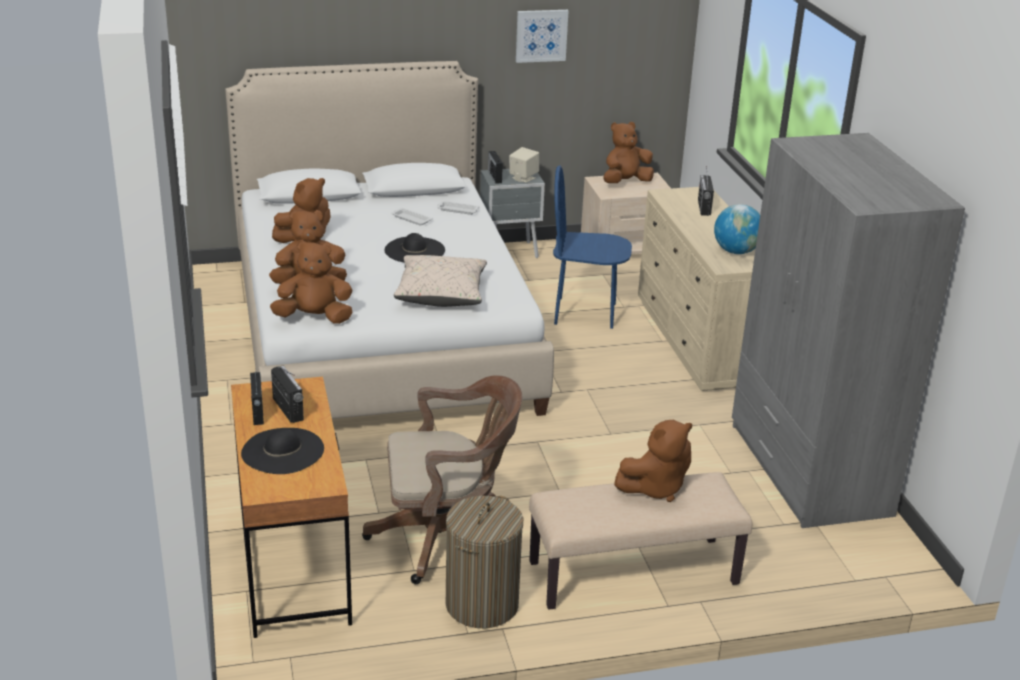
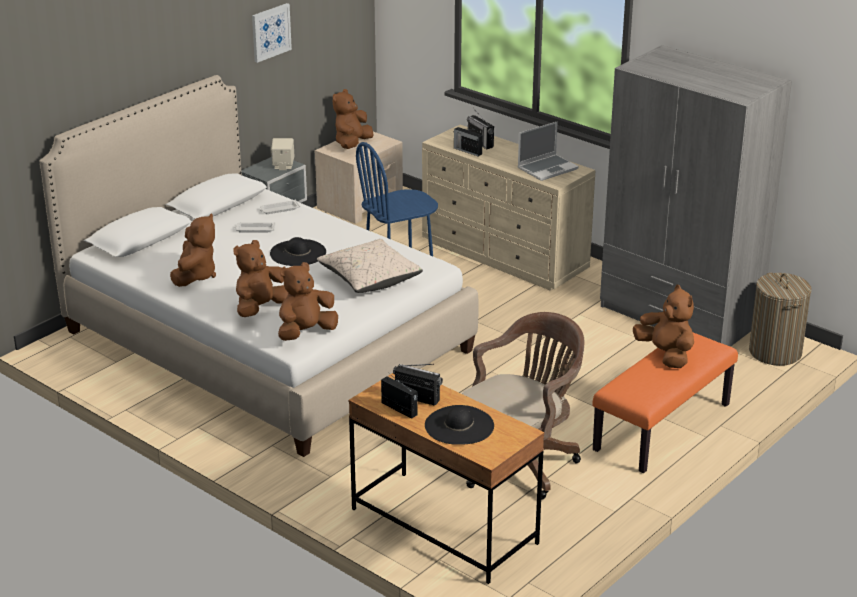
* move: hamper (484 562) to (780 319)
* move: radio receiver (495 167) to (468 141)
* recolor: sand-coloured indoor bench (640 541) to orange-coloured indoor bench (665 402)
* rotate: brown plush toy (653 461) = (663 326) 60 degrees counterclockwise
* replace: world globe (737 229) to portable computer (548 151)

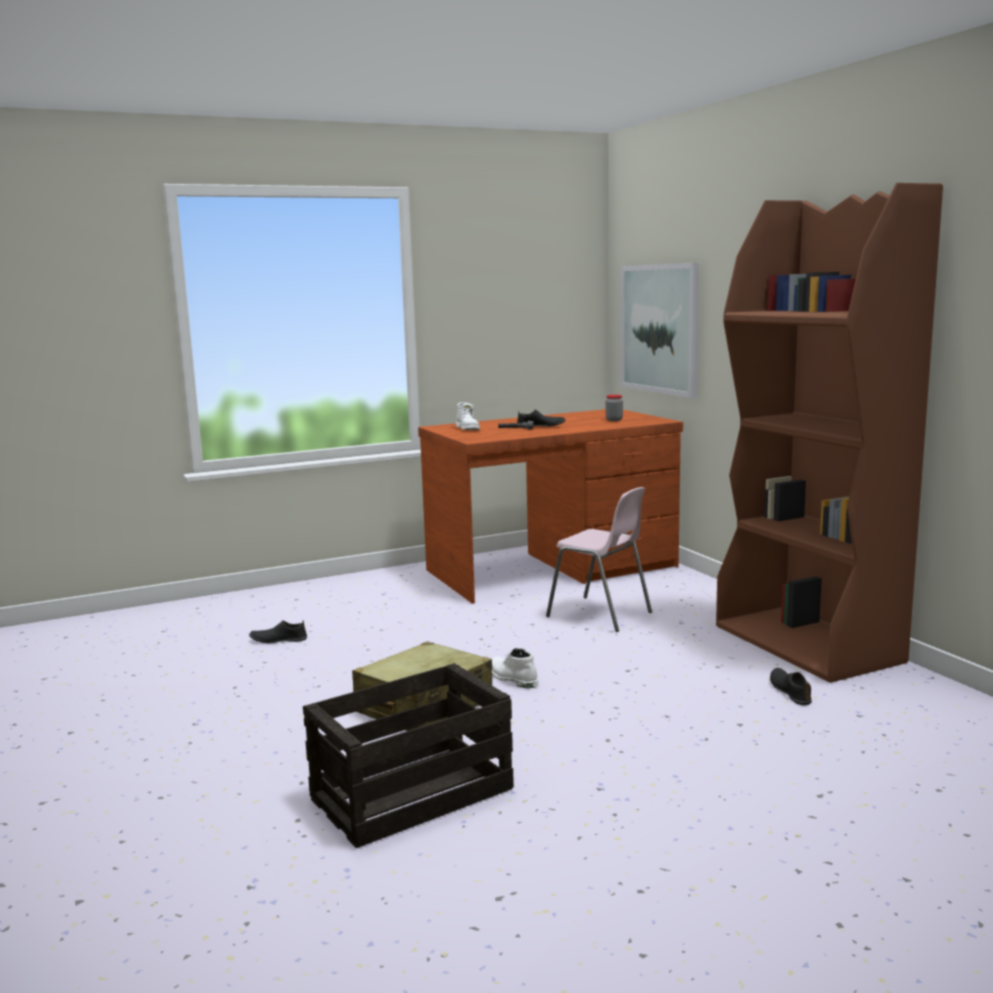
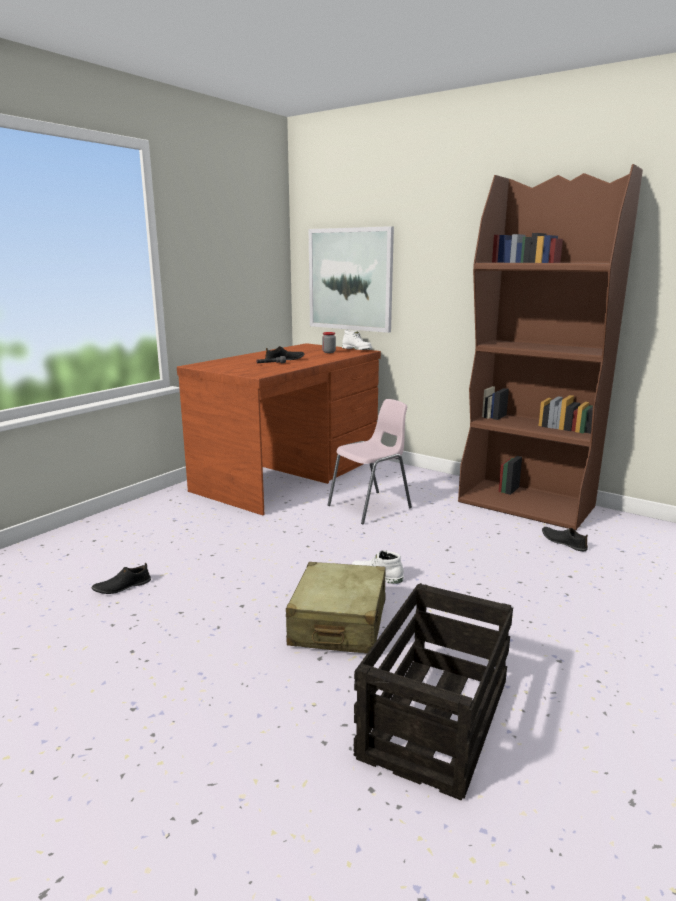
* move: whitish high-top boot (468 416) to (357 340)
* rotate: pinkish plain chair (599 559) = (370 461) 45 degrees counterclockwise

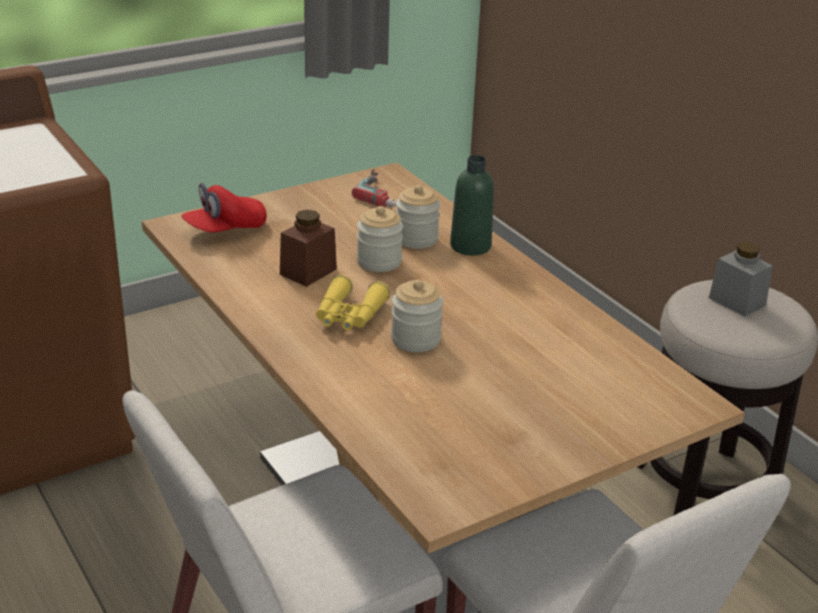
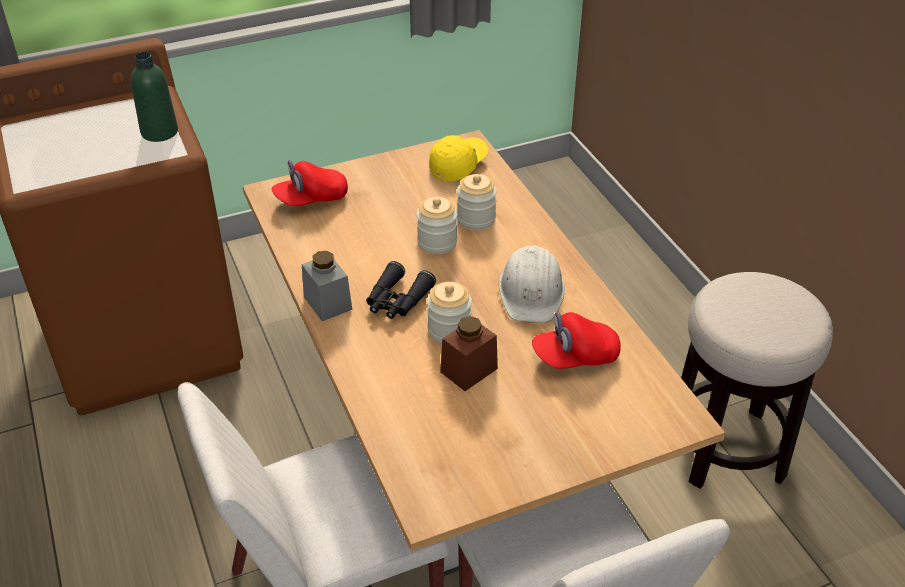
* move: brown storage jar (308 248) to (469 353)
* recolor: yellowish pair of binoculars (353 302) to black-coloured pair of binoculars (401 290)
* replace: electric drill (374 188) to yellowish peaked cap (458 158)
* move: greenish drink bottle (472 205) to (154 97)
* move: grey storage jar (741 279) to (327 286)
* insert: whitish hard hat (532 284)
* insert: red peaked cap (576 340)

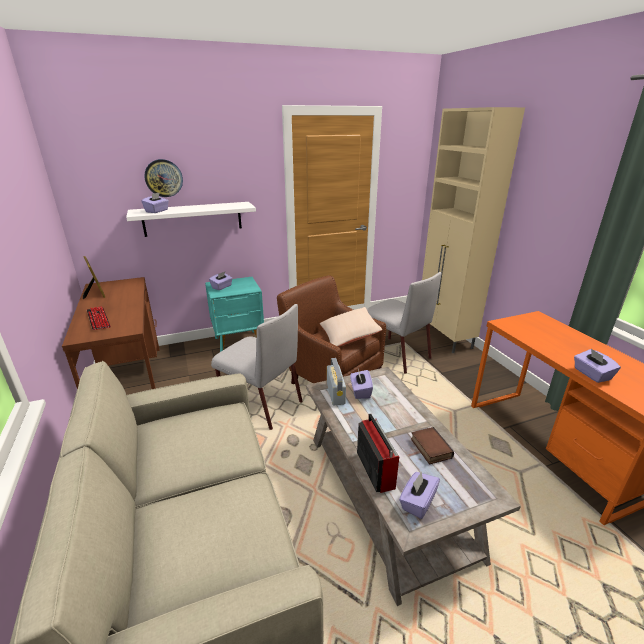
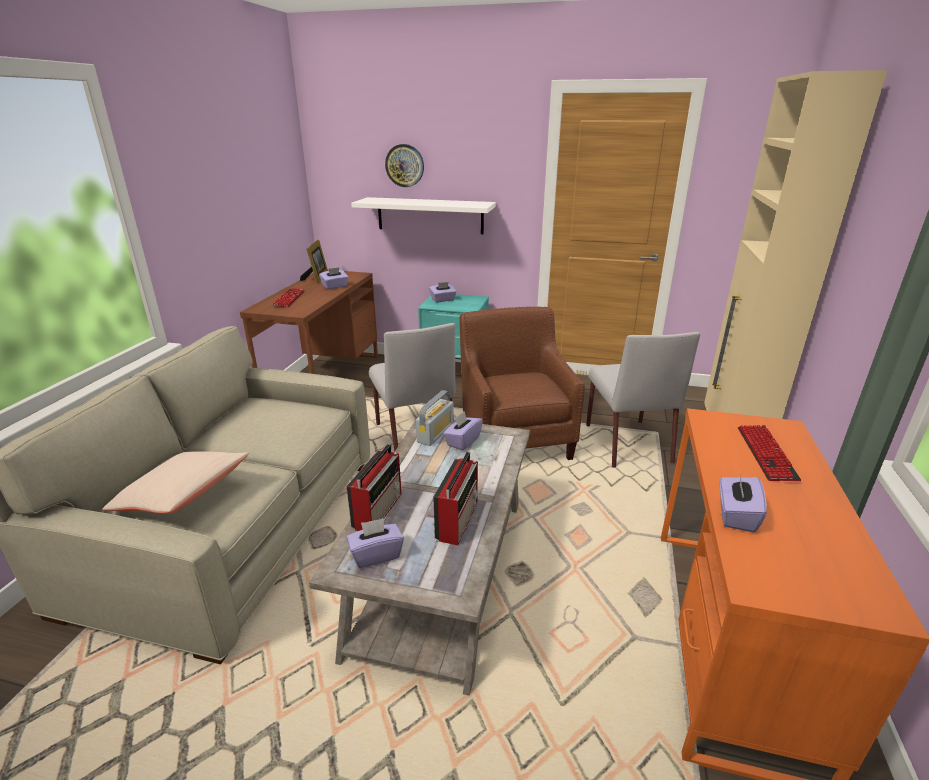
* move: purplish tissue holder (155 202) to (334 278)
* move: sand-coloured cushion (351 327) to (176 482)
* replace: bound book (432 445) to radio receiver (455 498)
* insert: PC keyboard (769 453)

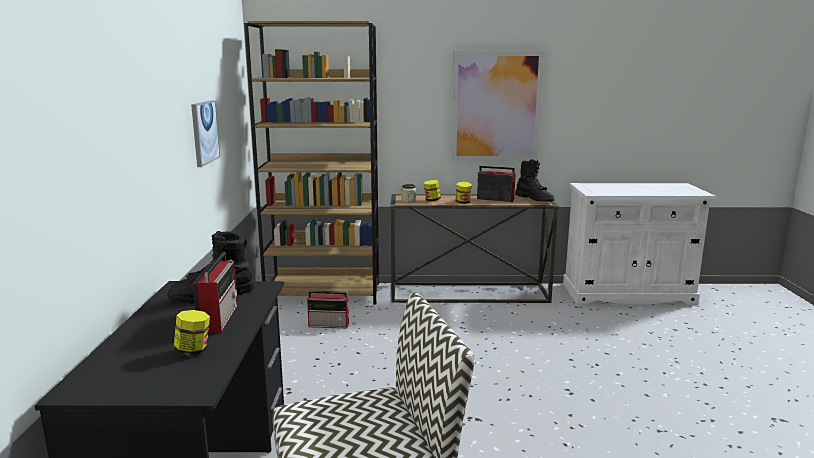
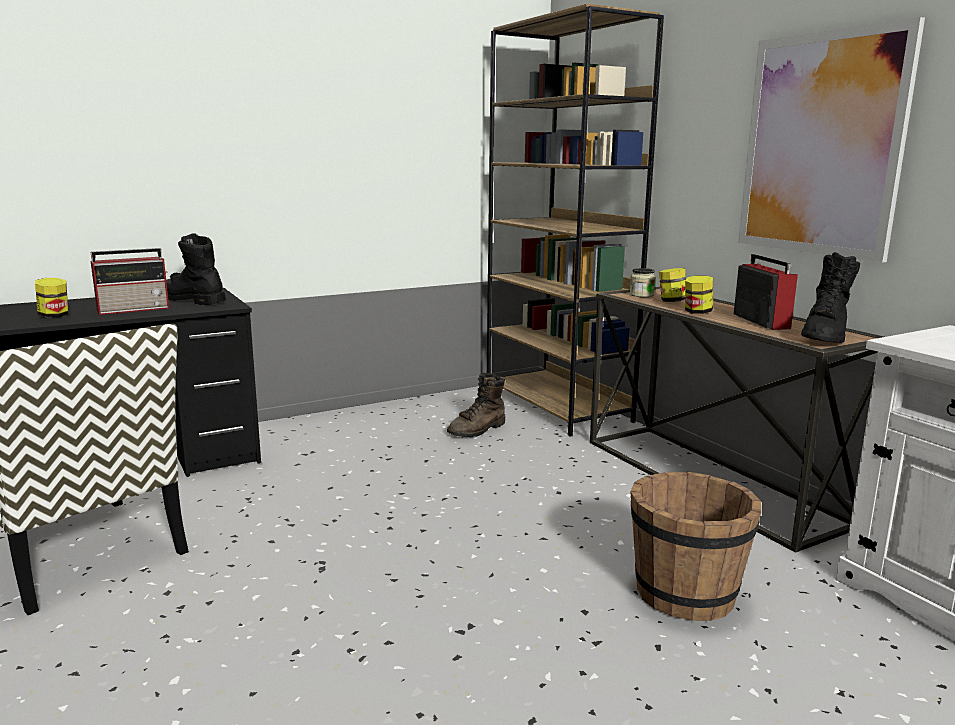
* delete: picture (205 133)
* replace: radio receiver (328 309) to brown high-top boot (476 405)
* insert: brown bucket (695 546)

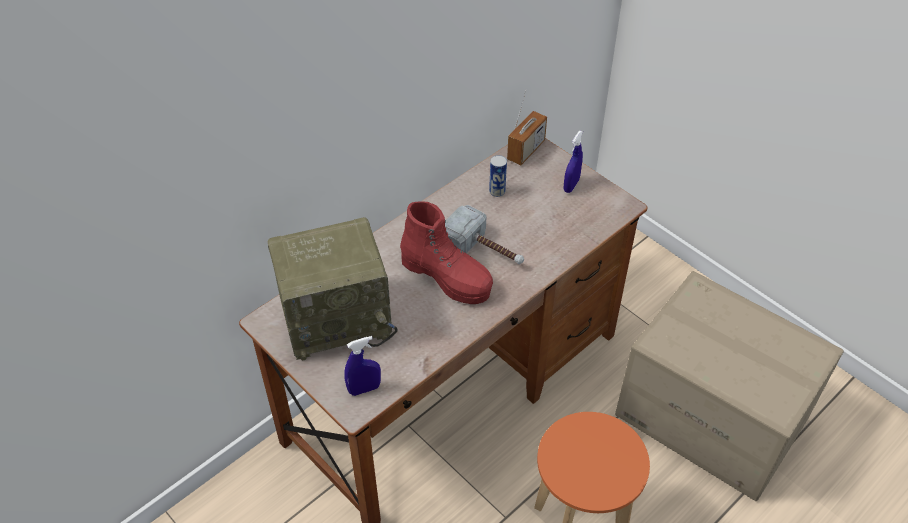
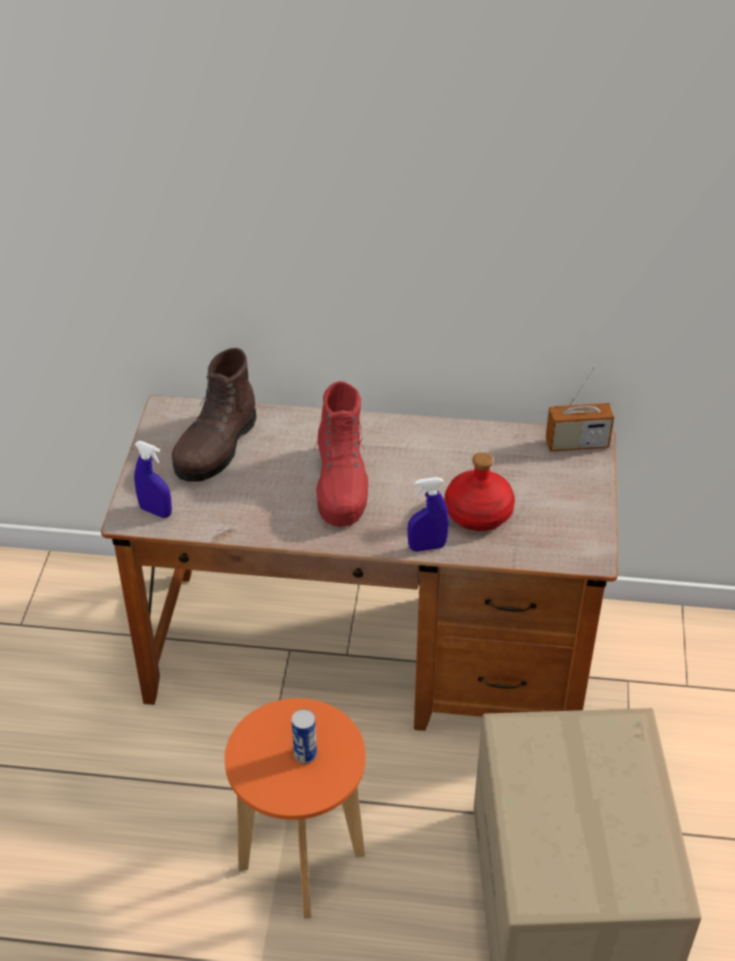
* replace: radio receiver (333 288) to brown high-top boot (214 415)
* delete: tool hammer (484 234)
* move: metal can (498 176) to (304 736)
* move: blue-coloured hand sprayer (573 162) to (428 514)
* insert: red drink bottle (480 491)

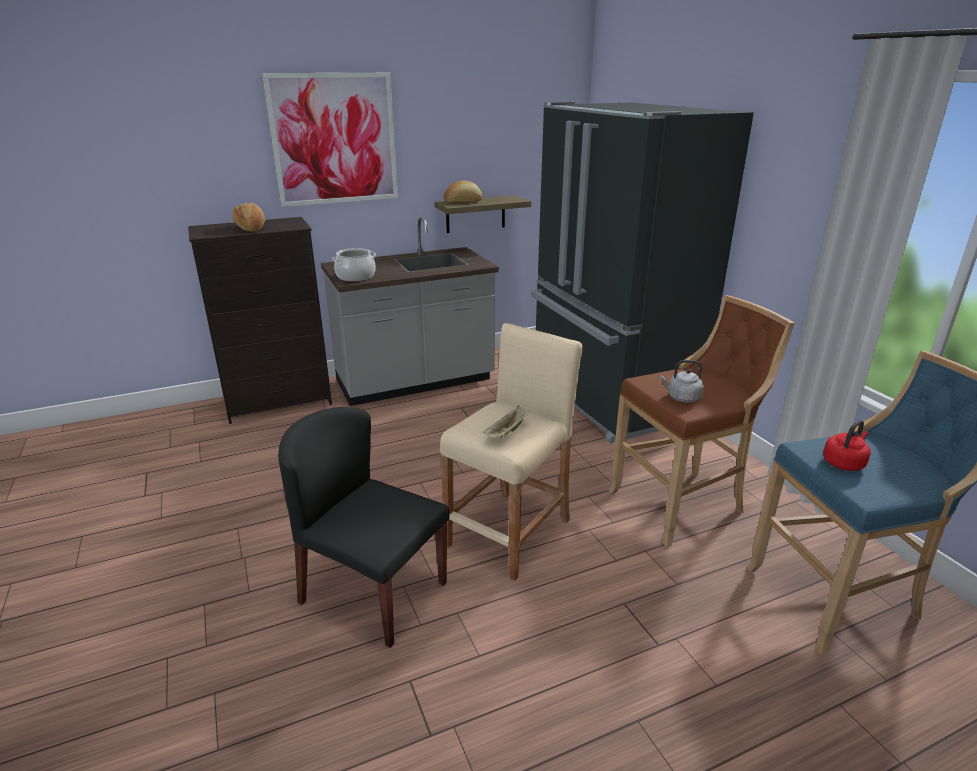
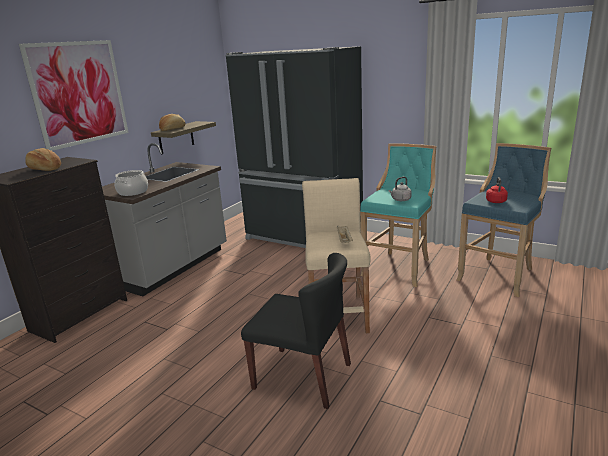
* rotate: black-coloured plain chair (363 527) = (296 331) 150 degrees counterclockwise
* recolor: brown stool seat (702 421) to blue-green stool seat (398 215)

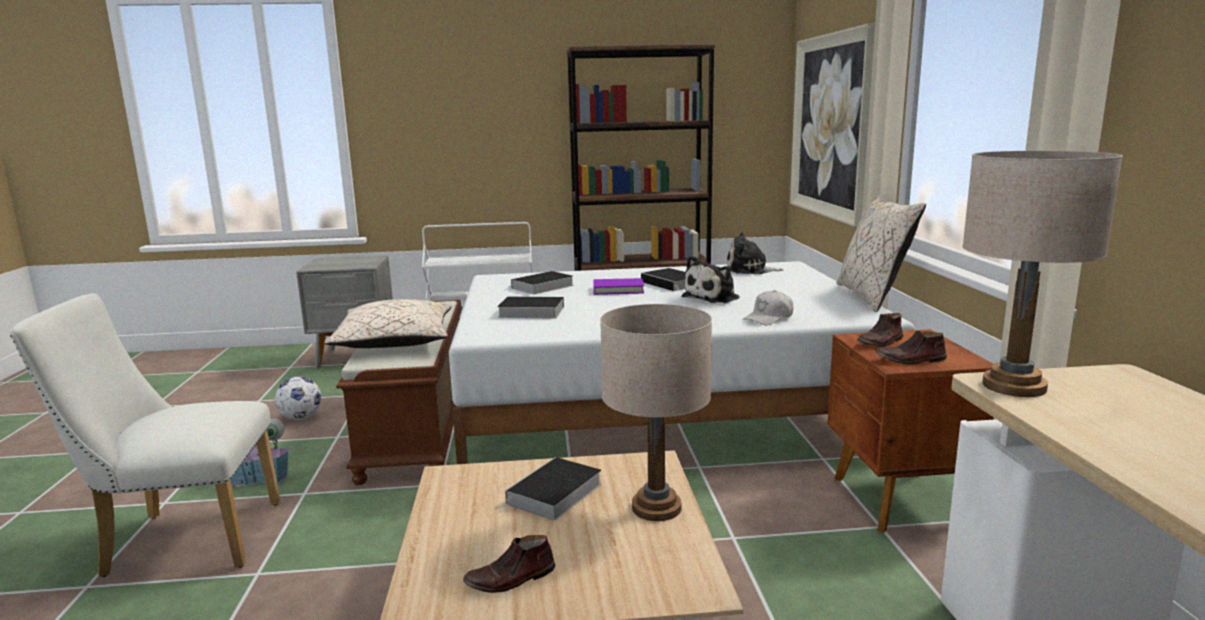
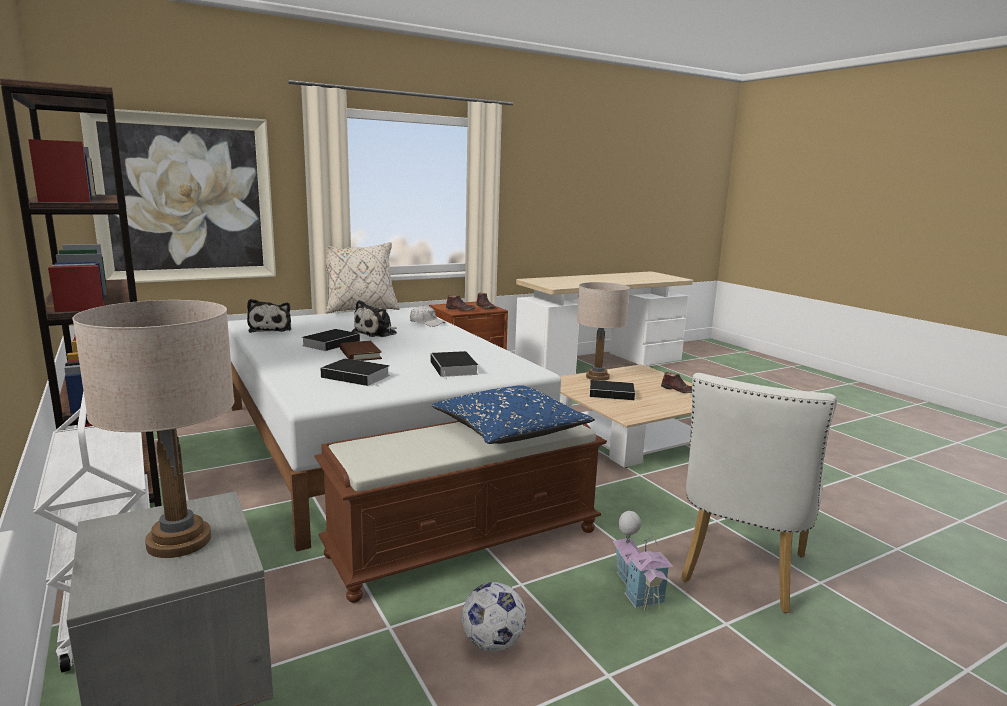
* rotate: whitish plain chair (145 435) = (758 493) 60 degrees clockwise
* recolor: sand-coloured cushion (387 323) to blue-coloured cushion (513 414)
* recolor: purplish bound book (618 286) to brown bound book (361 351)
* rotate: plush toy (711 279) = (374 318) 105 degrees clockwise
* move: sand-coloured tabletop lamp (1042 274) to (153 429)

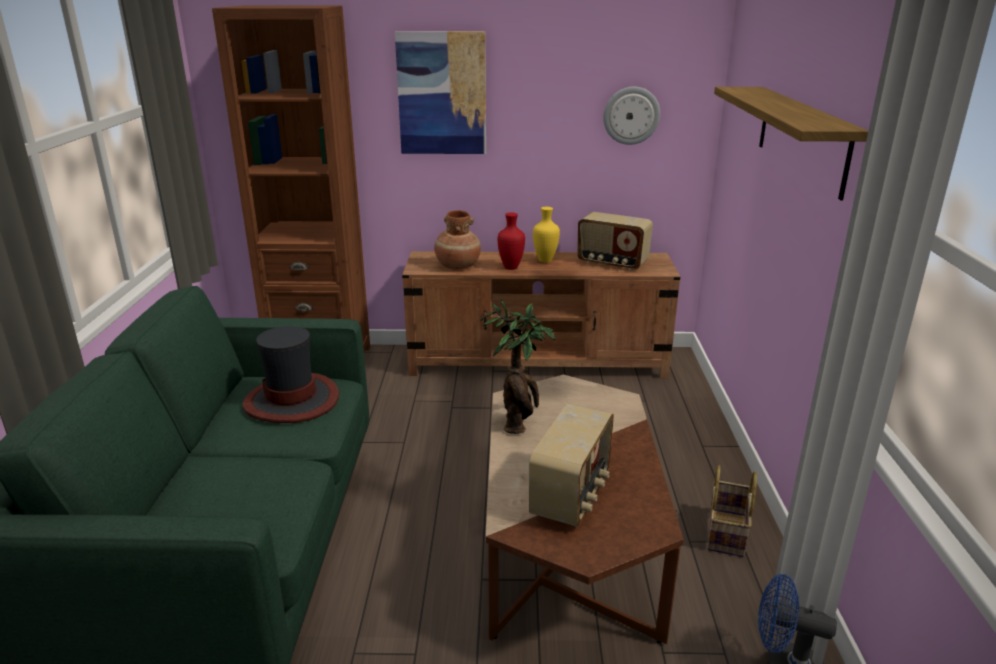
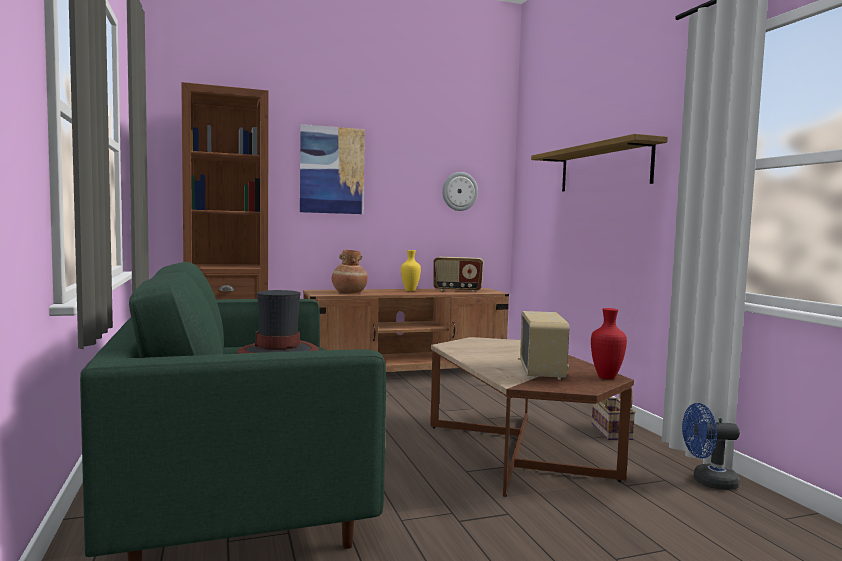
* delete: potted plant (517 366)
* move: red vase (511 241) to (609 343)

